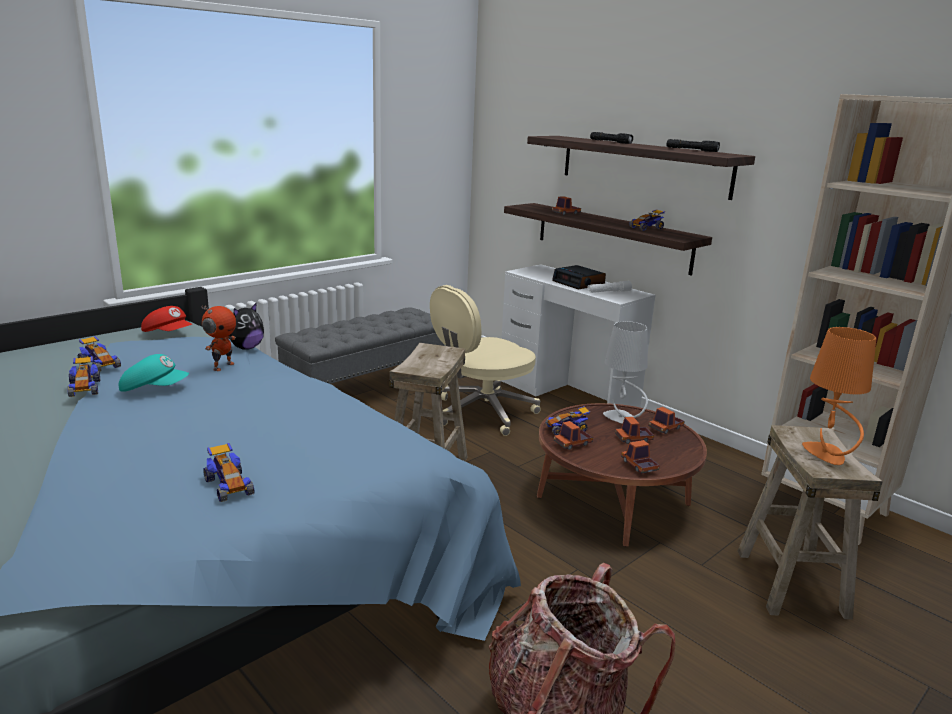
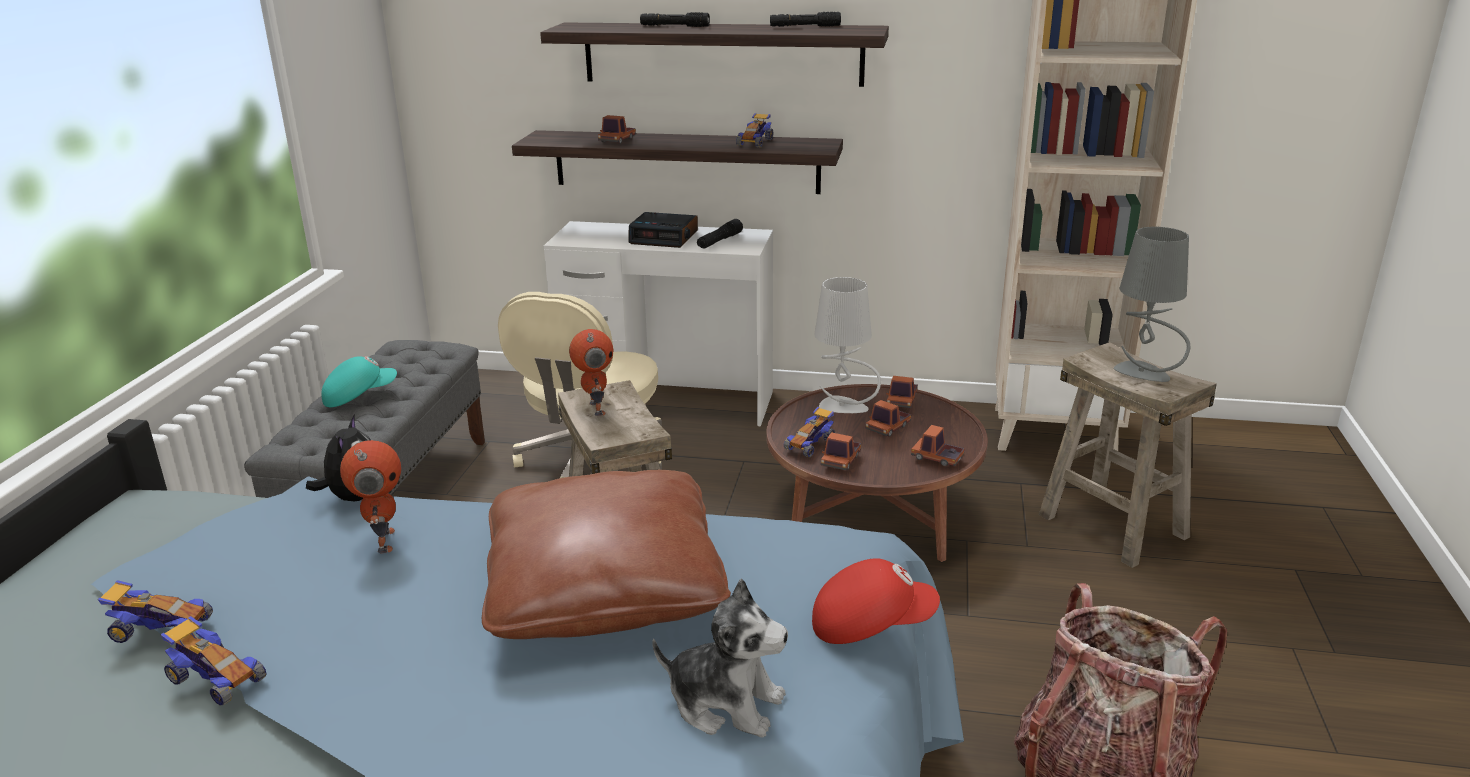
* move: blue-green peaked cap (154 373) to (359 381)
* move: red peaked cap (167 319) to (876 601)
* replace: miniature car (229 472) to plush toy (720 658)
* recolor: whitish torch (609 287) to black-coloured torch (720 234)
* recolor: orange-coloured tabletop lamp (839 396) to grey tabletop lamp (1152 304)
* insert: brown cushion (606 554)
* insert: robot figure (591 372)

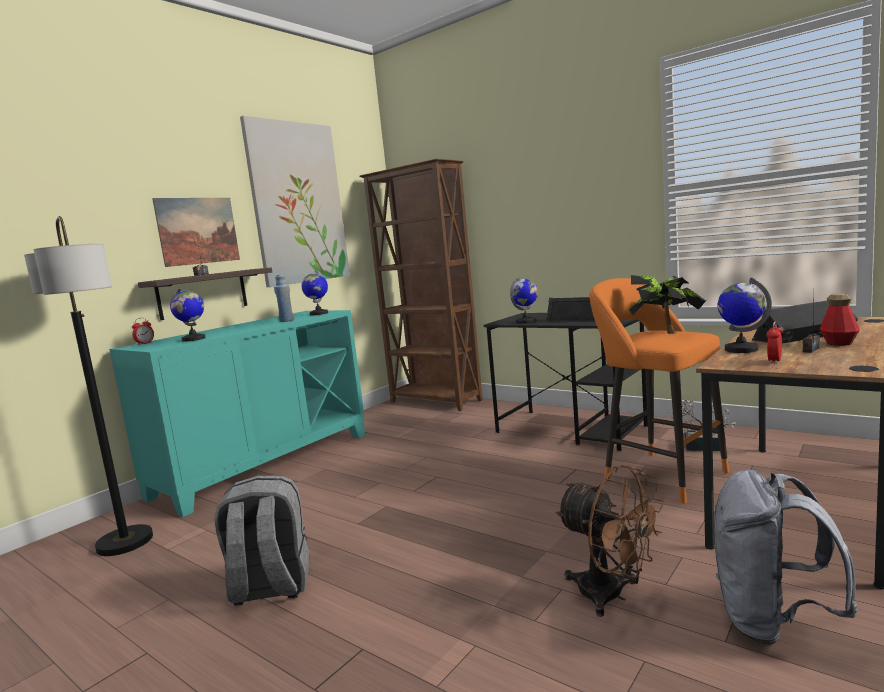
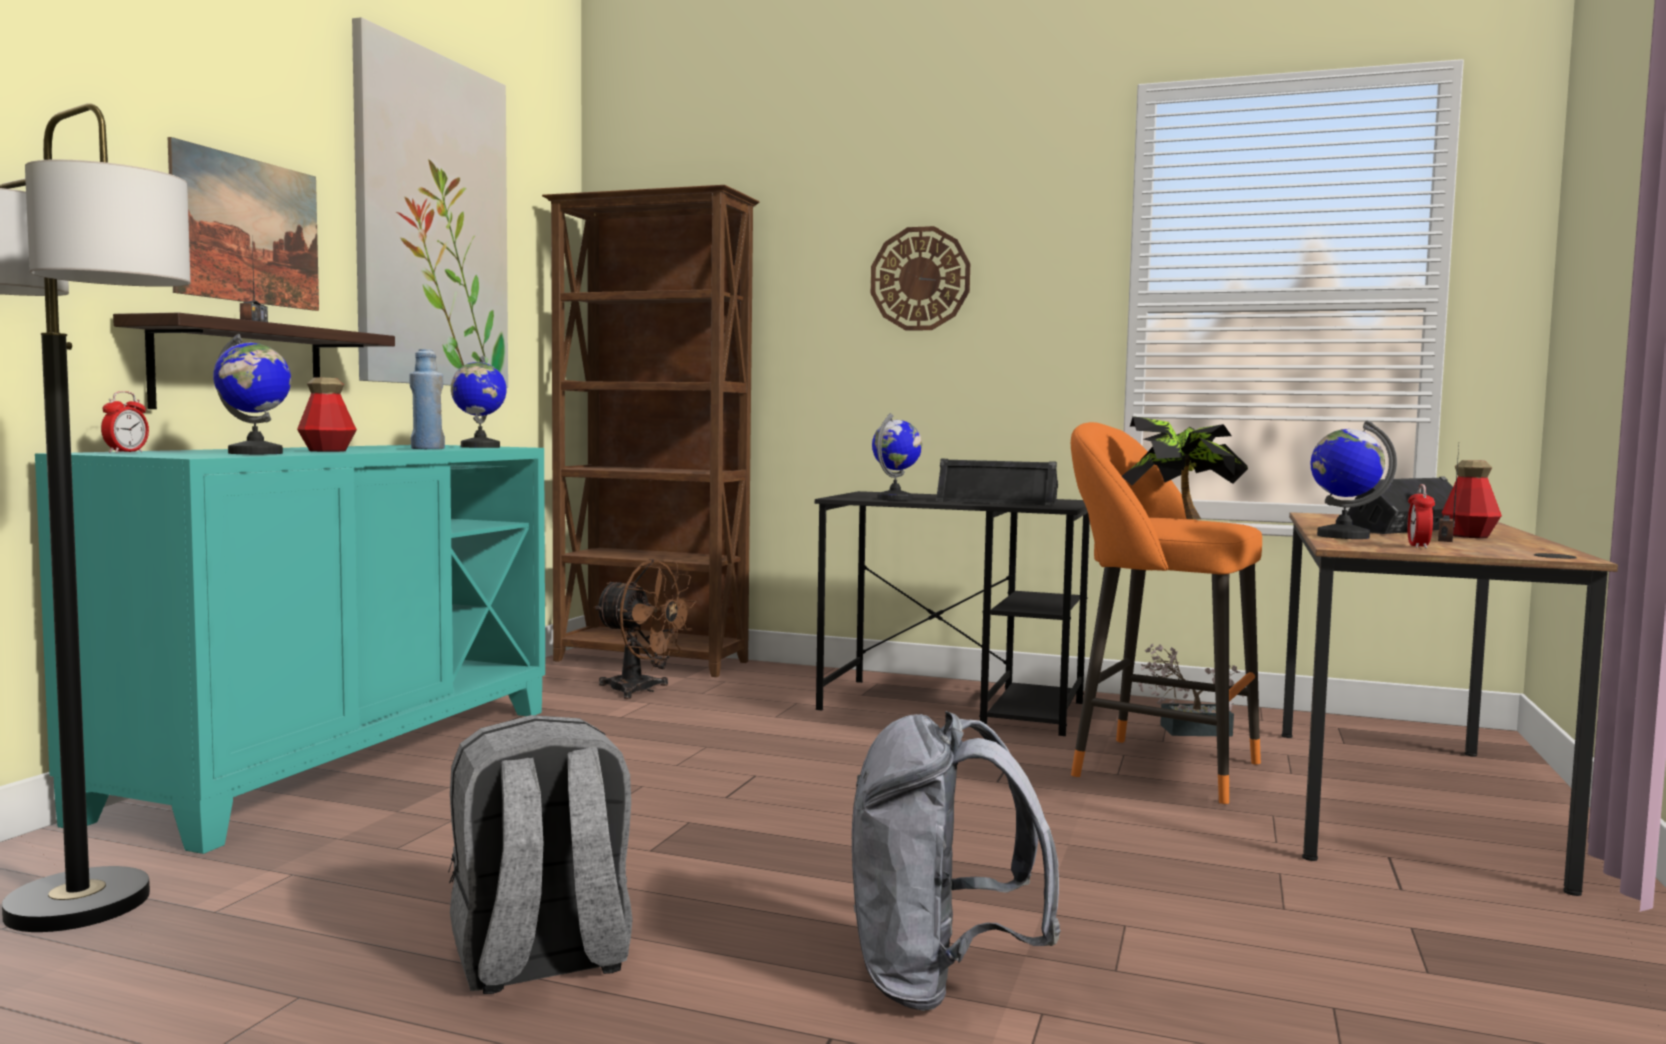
* move: brown cooling fan (610 541) to (644 629)
* move: grey knapsack (786 557) to (956 861)
* insert: drink bottle (327 414)
* insert: wall clock (920 278)

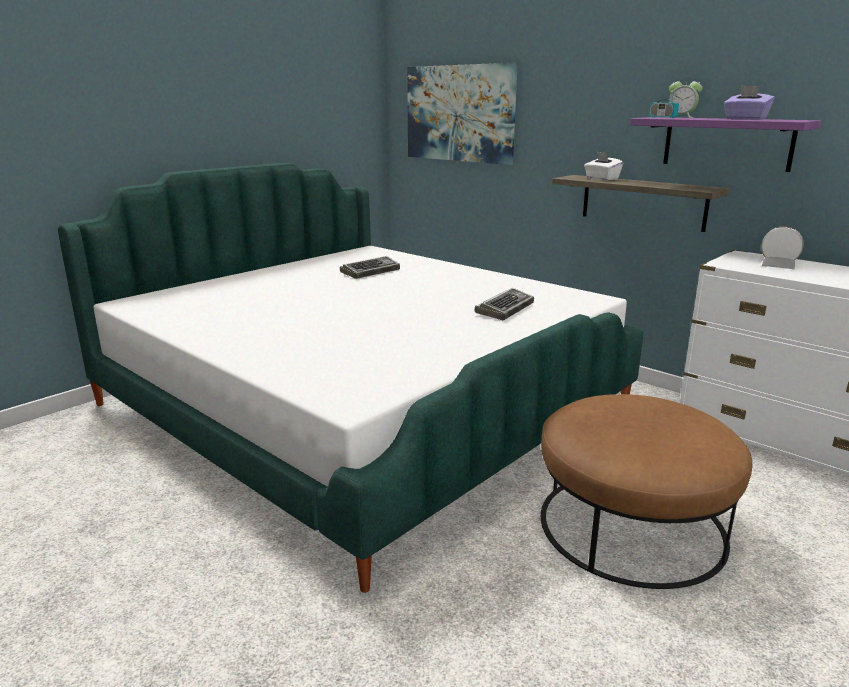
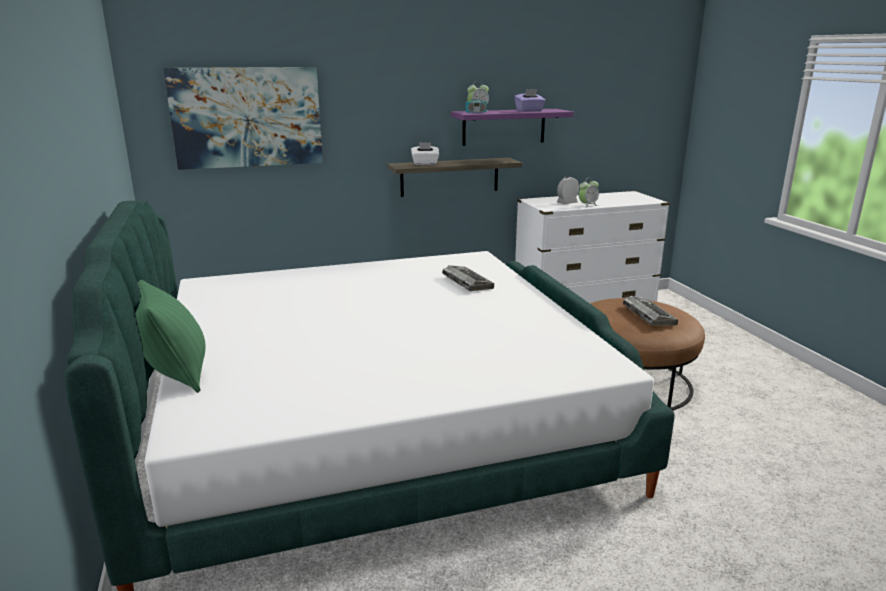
* move: PC keyboard (370 267) to (650 311)
* insert: greenish cushion (170 336)
* insert: alarm clock (589 193)

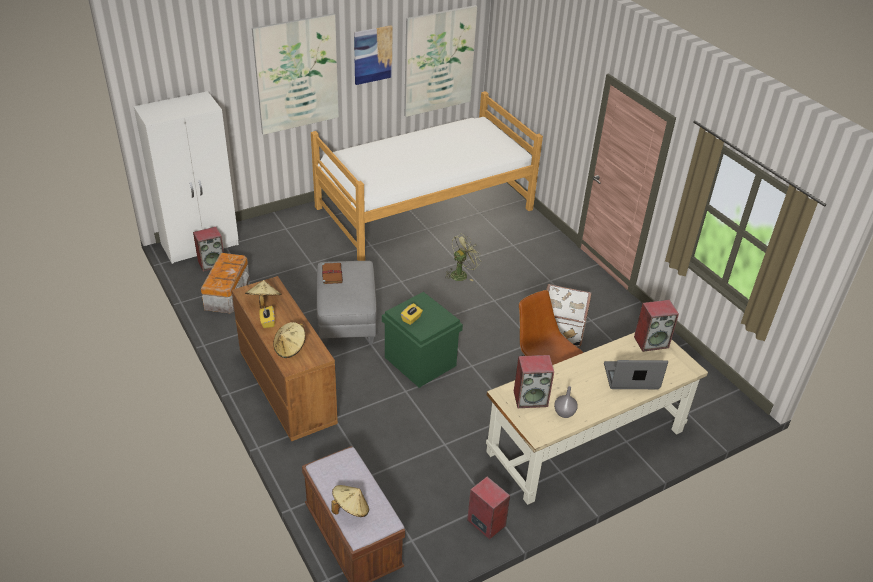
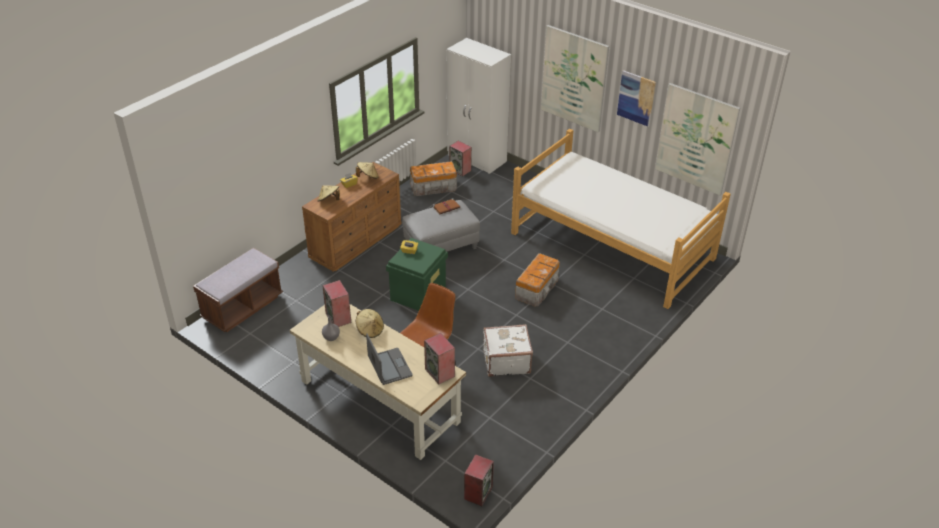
* move: sand-coloured hat (350 501) to (370 323)
* replace: greenish cooling fan (464 257) to storage container (537 279)
* move: loudspeaker (489 508) to (479 480)

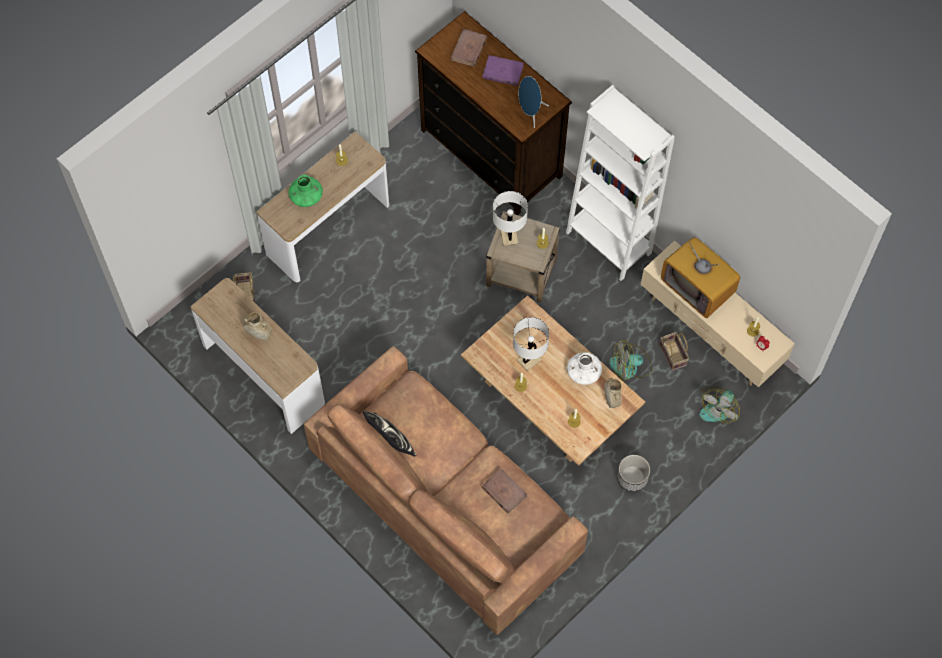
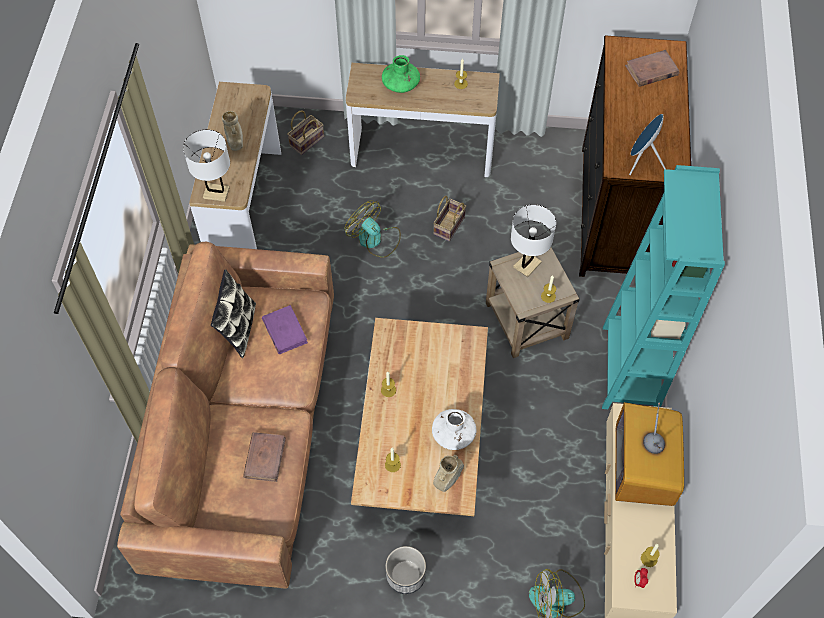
* move: purplish bound book (502 70) to (285 329)
* move: whitish tabletop lamp (531 344) to (206 165)
* recolor: whitish shelving unit (620 183) to blue-green shelving unit (663 287)
* move: cooling fan (630 360) to (372 229)
* move: storage basket (674 351) to (449 218)

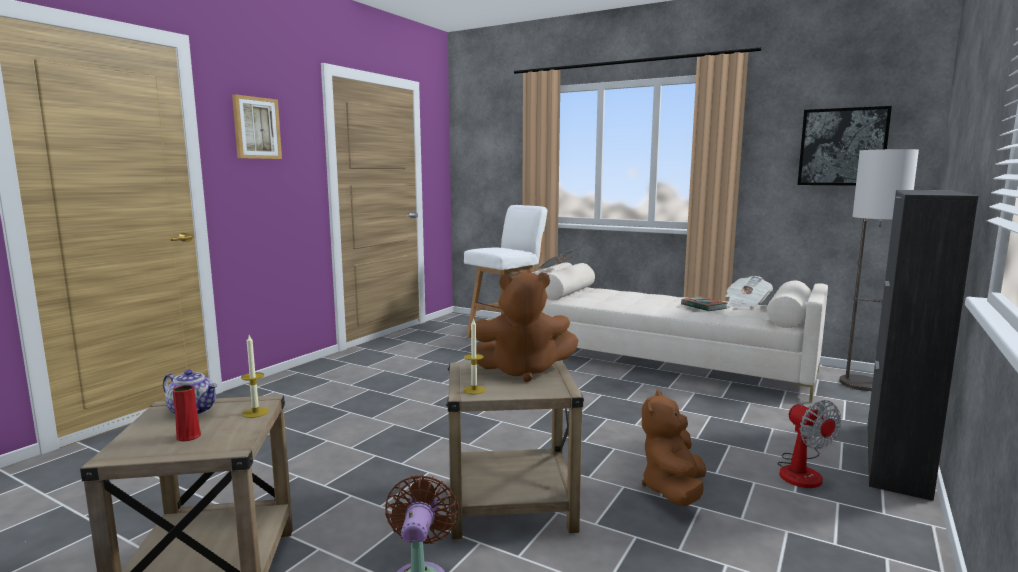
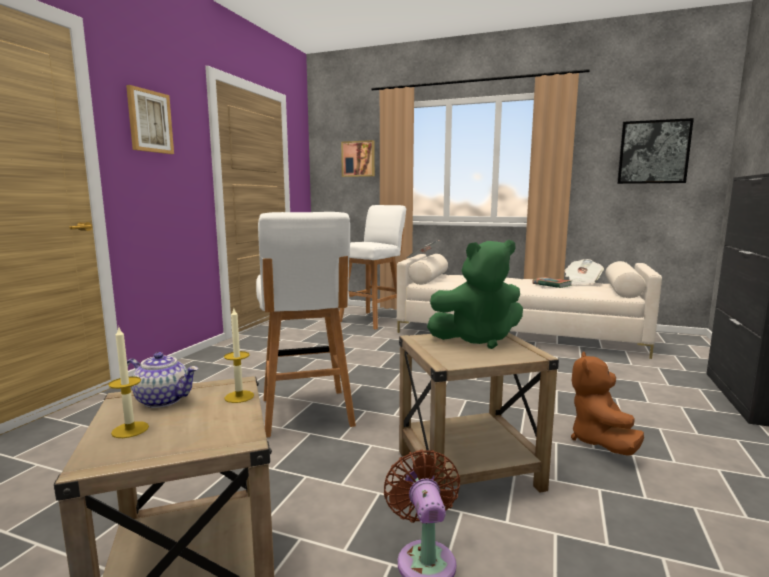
* delete: red vase (187 413)
* move: candle (474 356) to (128 383)
* recolor: brown plush toy (526 327) to greenish plush toy (475 294)
* delete: cooling fan (809 444)
* delete: floor lamp (879 270)
* insert: whitish stool seat (306 324)
* insert: picture (358 158)

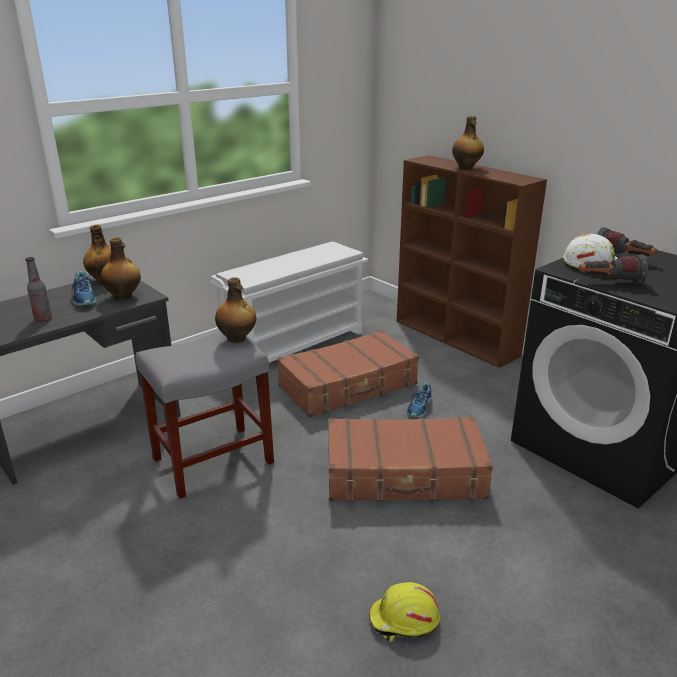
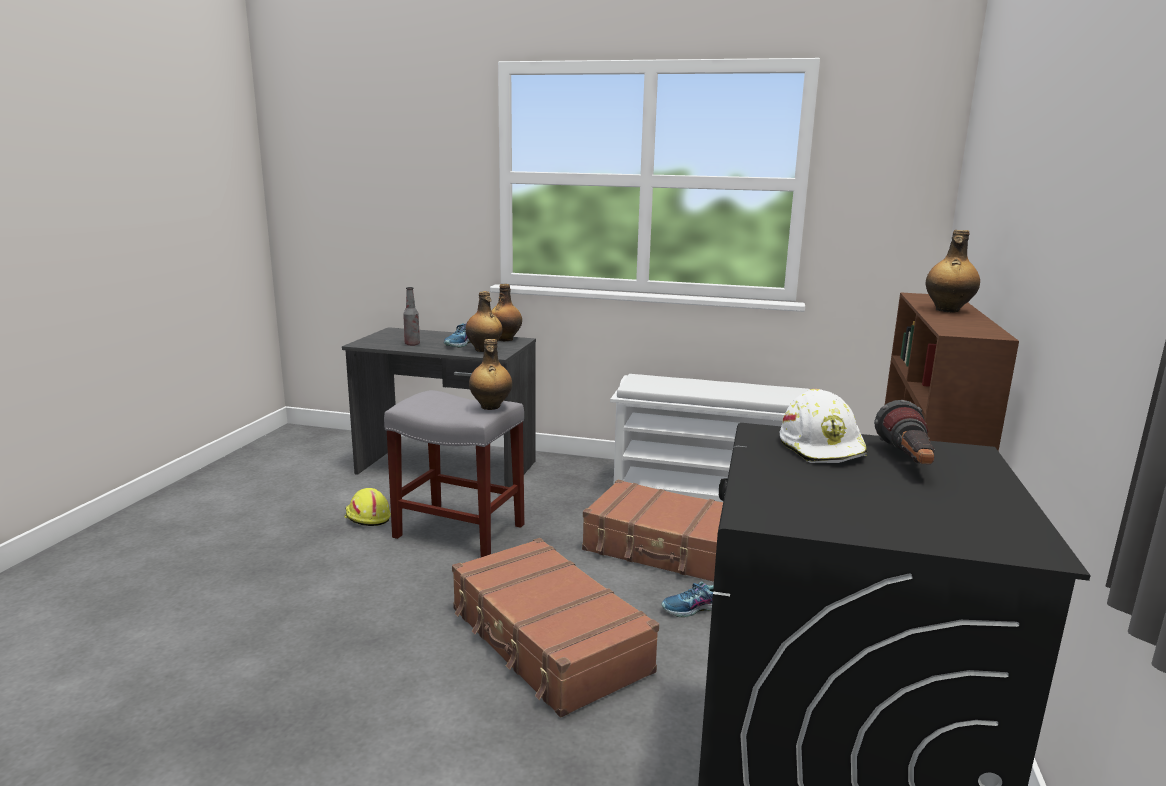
* move: yellowish hard hat (404 611) to (367 507)
* delete: torch (613 268)

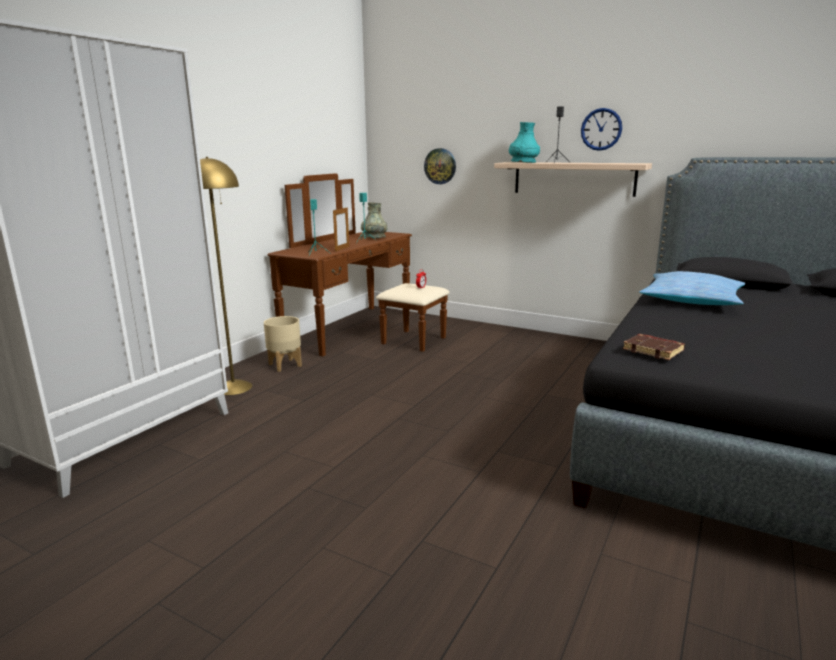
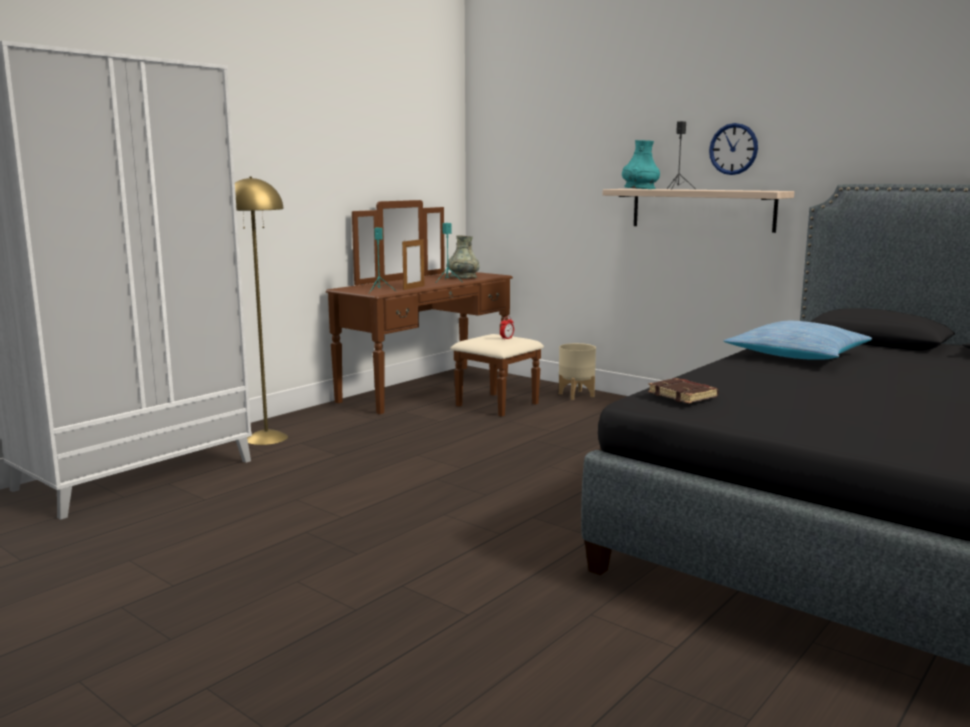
* move: sand-coloured planter (283 344) to (577 371)
* delete: wall clock (440 166)

